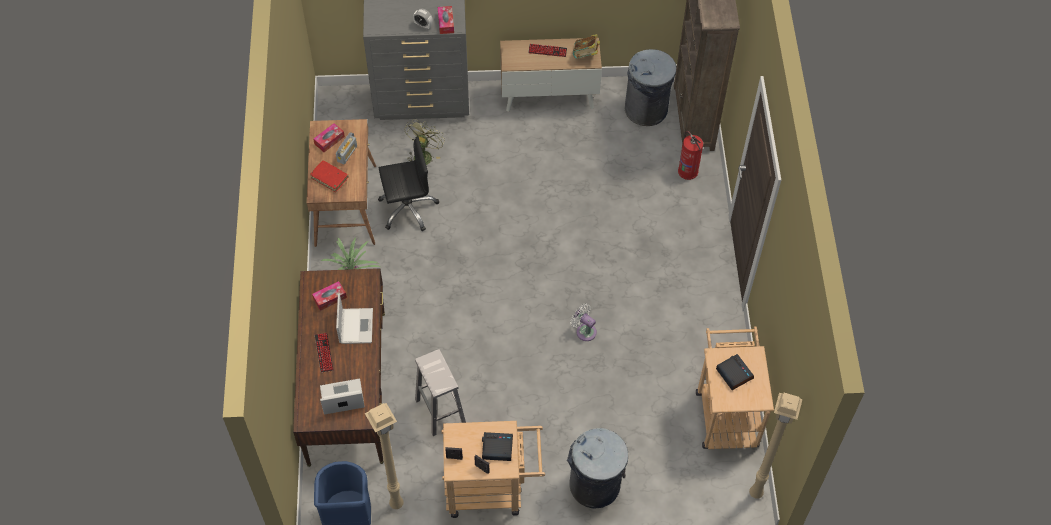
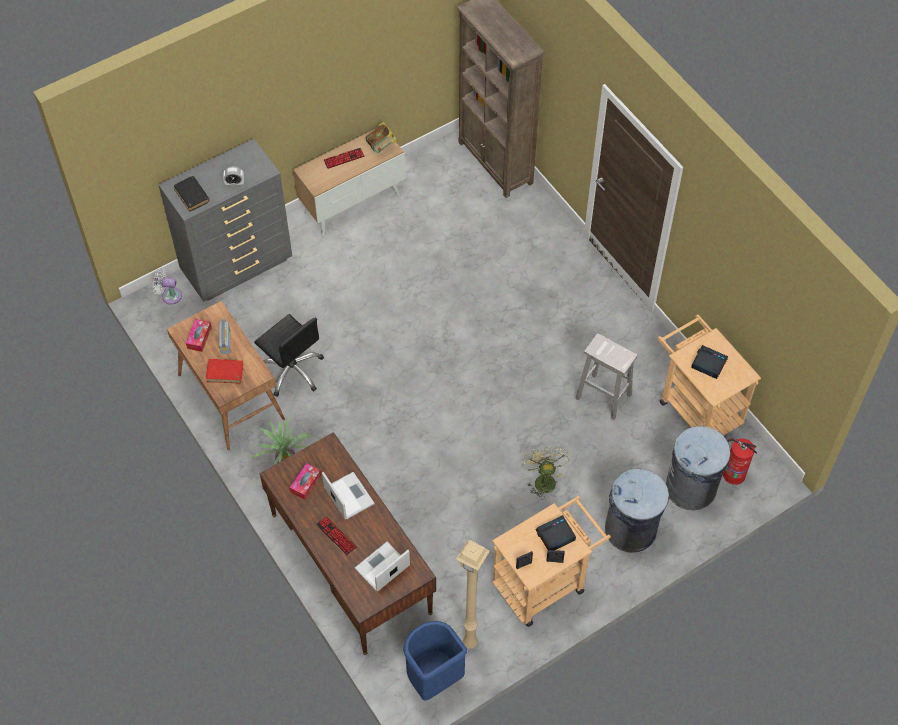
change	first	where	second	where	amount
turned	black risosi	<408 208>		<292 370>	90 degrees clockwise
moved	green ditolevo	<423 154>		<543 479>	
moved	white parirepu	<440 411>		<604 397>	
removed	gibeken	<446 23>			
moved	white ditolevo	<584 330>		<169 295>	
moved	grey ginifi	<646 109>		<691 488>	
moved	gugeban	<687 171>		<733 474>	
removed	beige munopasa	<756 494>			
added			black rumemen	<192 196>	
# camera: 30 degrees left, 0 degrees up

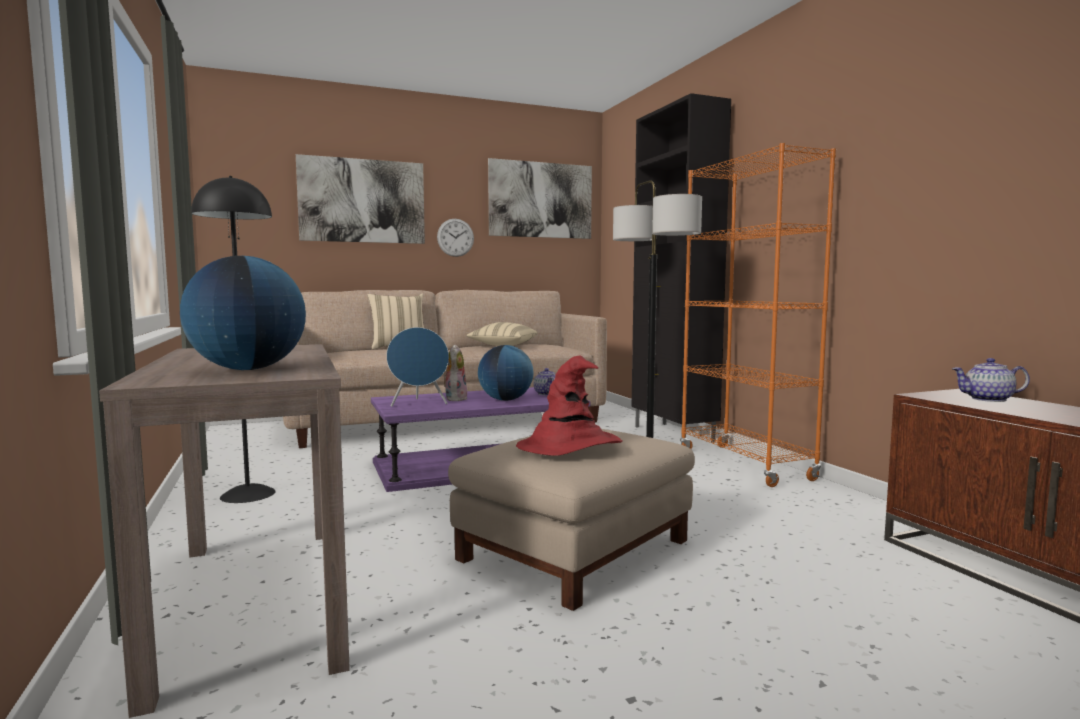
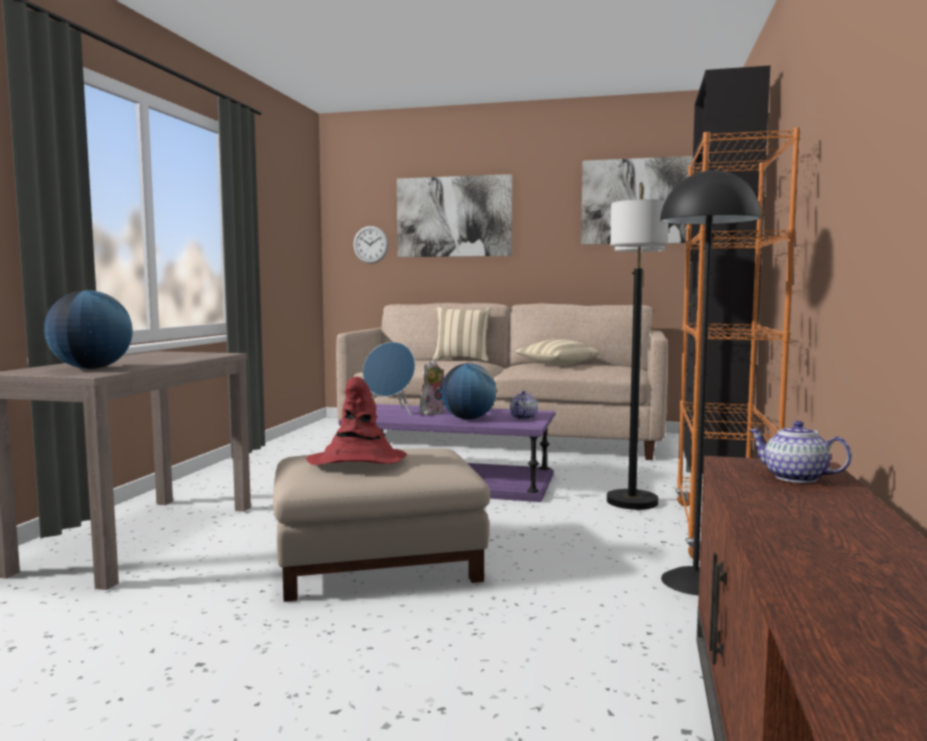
change	first	where	second	where	amount
moved	black munopasa	<247 494>		<694 581>	
moved	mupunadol	<455 237>		<370 244>	
# camera: 35 degrees right, 0 degrees up

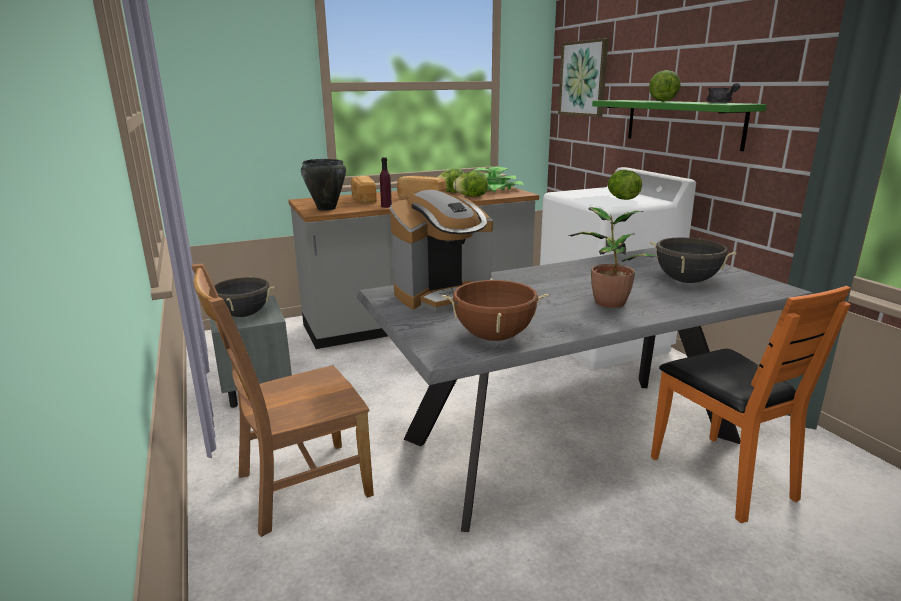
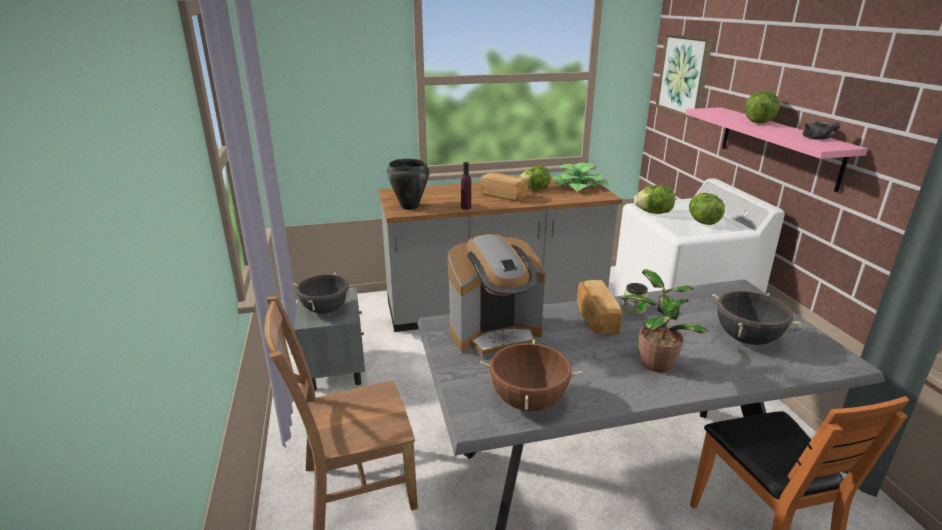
change	first	where	second	where	amount
moved	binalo	<363 199>		<595 319>	
moved	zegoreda	<471 196>		<653 213>	
recoloured	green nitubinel	<682 123>	pink nitubinel	<778 146>	
added			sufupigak	<634 309>	
# camera: 10 degrees right, 5 degrees up

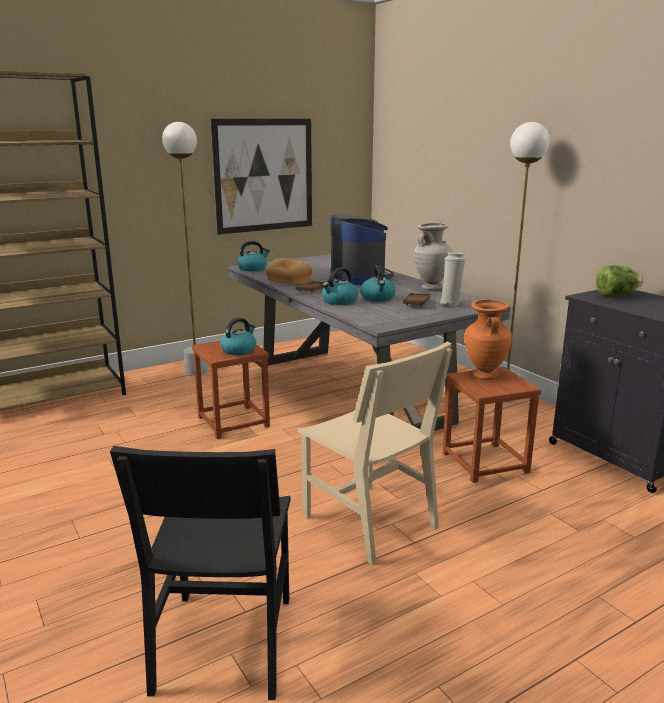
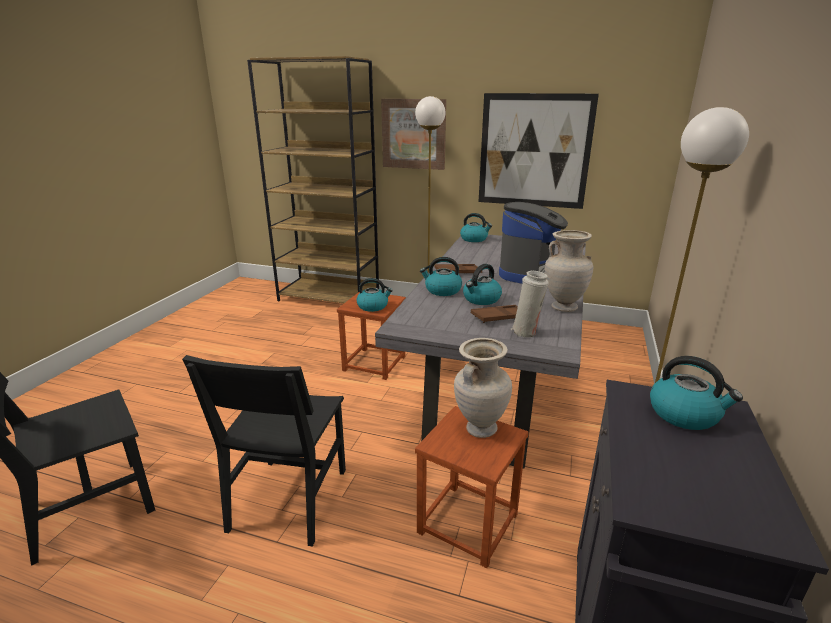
change	first	where	second	where	amount
removed	binalo	<288 281>			
recoloured	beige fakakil	<369 521>	black fakakil	<289 499>	
recoloured	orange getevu	<484 376>	beige getevu	<480 429>	
replaced	zegoreda	<616 295>	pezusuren	<685 414>	
added			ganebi	<414 134>	
# camera: 50 degrees right, 5 degrees up

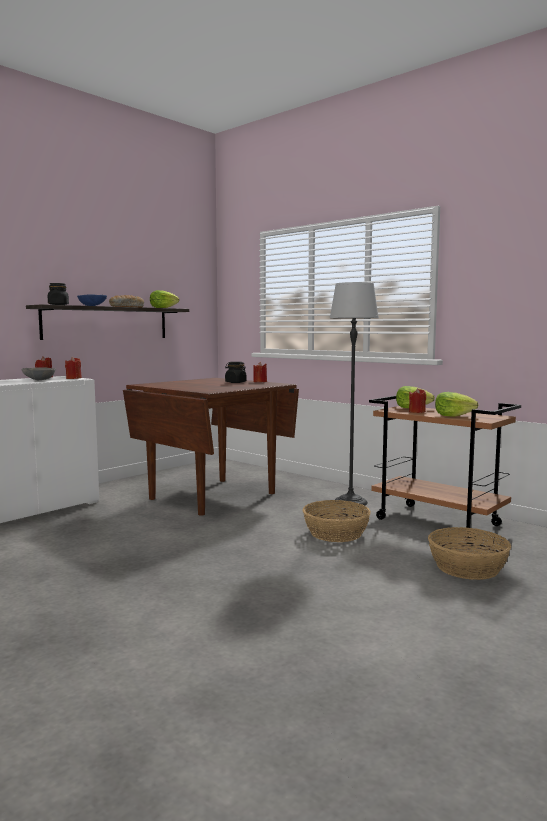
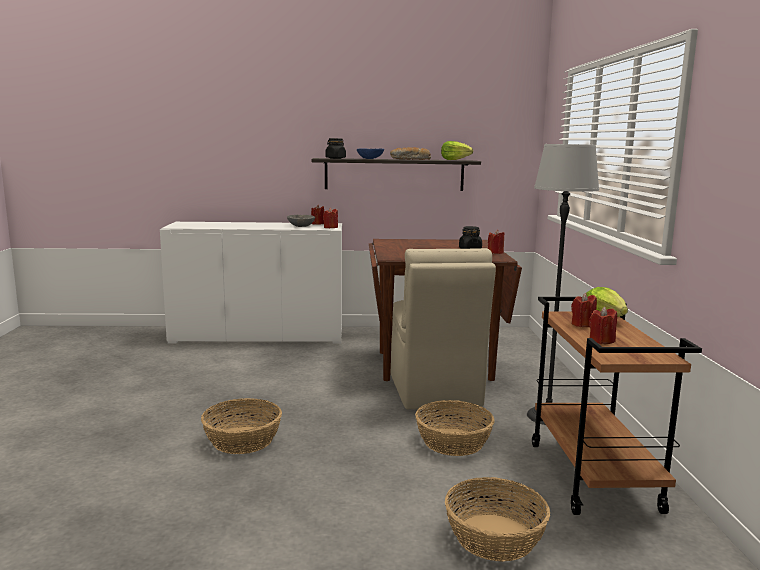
change	first	where	second	where	amount
replaced	zegoreda	<453 416>	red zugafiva	<601 341>	
added			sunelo	<243 440>	
added			beige fakakil	<434 390>	
# camera: 45 degrees right, 5 degrees up

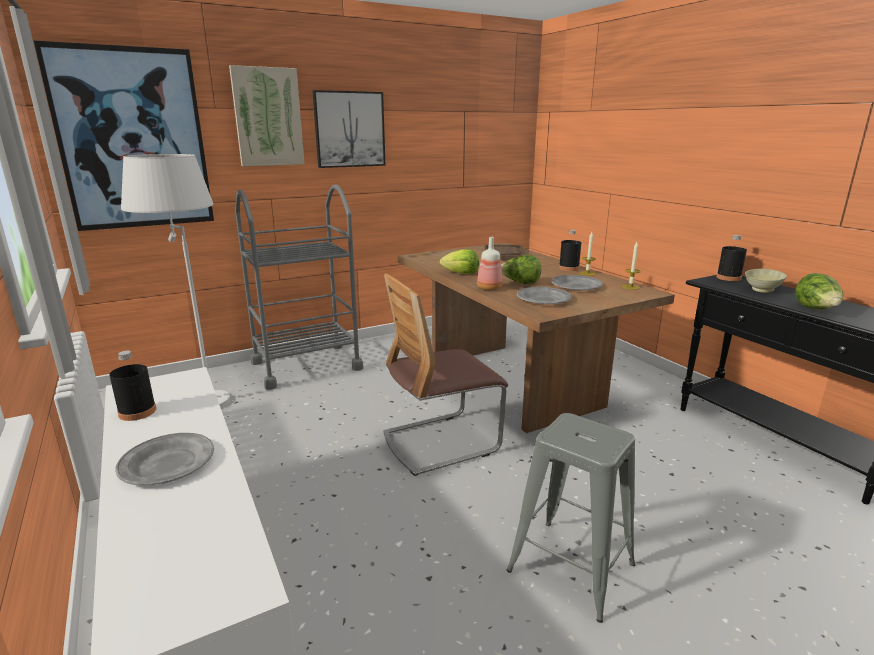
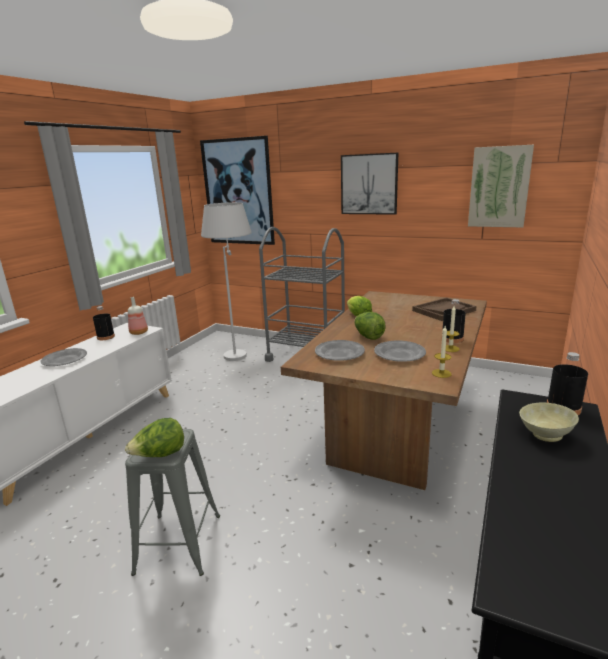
change	first	where	second	where	amount
moved	ganebi	<268 117>		<499 187>	
removed	fakakil	<440 442>			
moved	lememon	<488 288>		<138 332>	
moved	zegoreda	<816 310>		<160 455>	
# camera: 55 degrees right, 0 degrees up

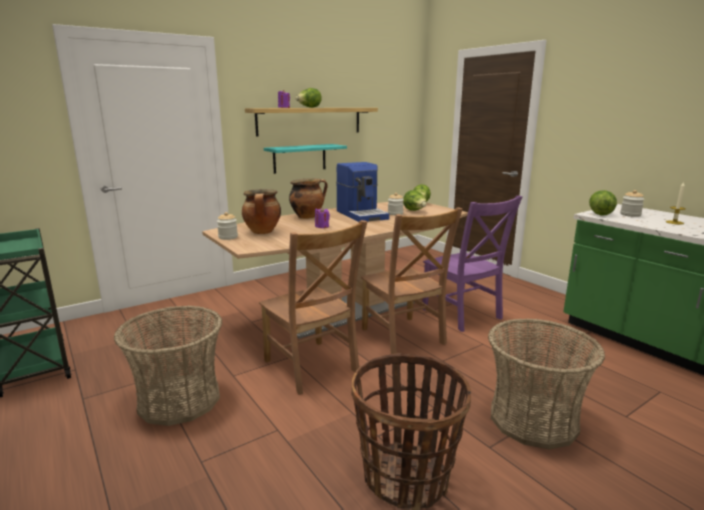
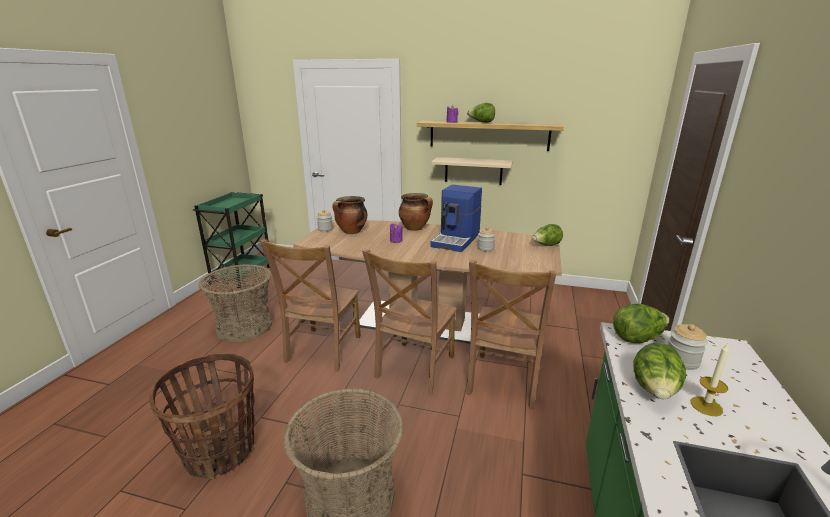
change	first	where	second	where	amount
recoloured	turquoise nitubinel	<299 158>	beige nitubinel	<473 171>	
moved	zegoreda	<415 211>		<654 391>	
recoloured	purple fakakil	<463 315>	brown fakakil	<503 382>	
# camera: 50 degrees right, 5 degrees up

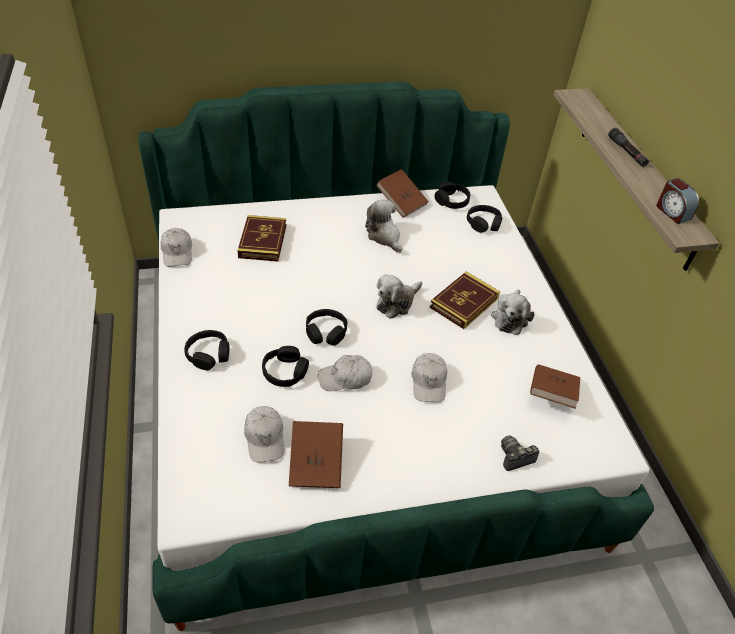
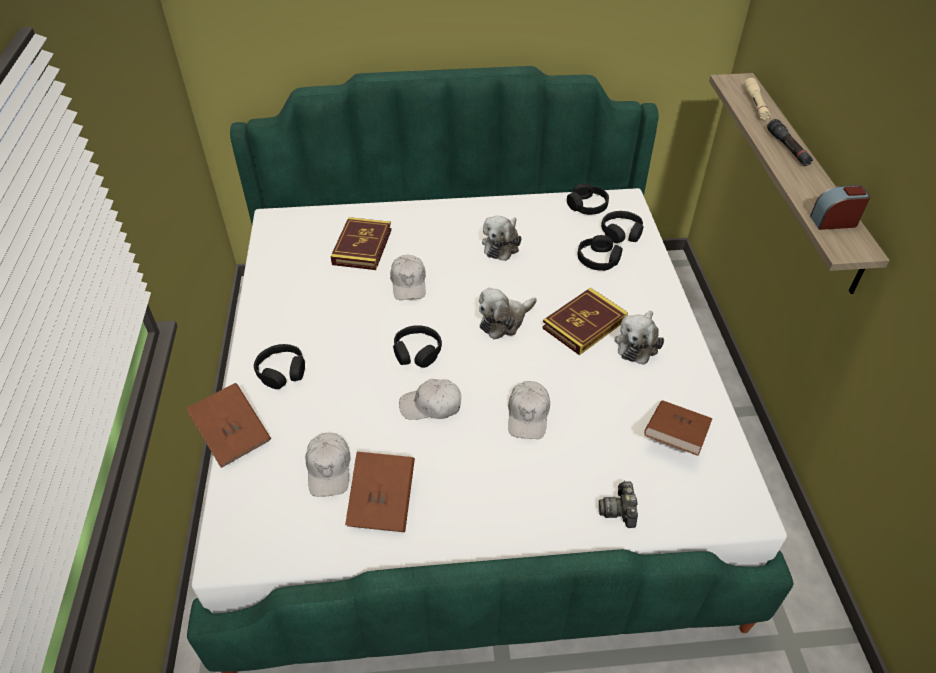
change	first	where	second	where	amount
moved	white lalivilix	<177 252>		<409 283>	
moved	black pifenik	<285 371>		<598 259>	
turned	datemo	<384 236>		<502 245>	135 degrees counterclockwise
moved	brown rumemen	<401 202>		<233 435>	
turned	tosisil	<515 457>		<619 510>	75 degrees counterclockwise
turned	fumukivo	<672 212>		<834 221>	105 degrees clockwise
added			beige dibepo	<755 104>	
# camera: 10 degrees right, 0 degrees up

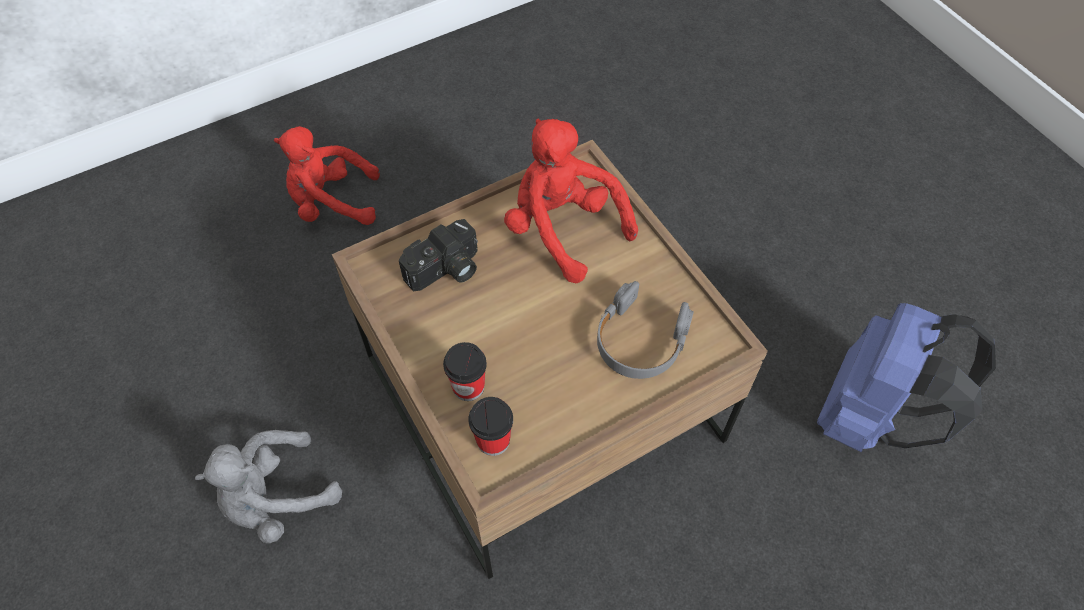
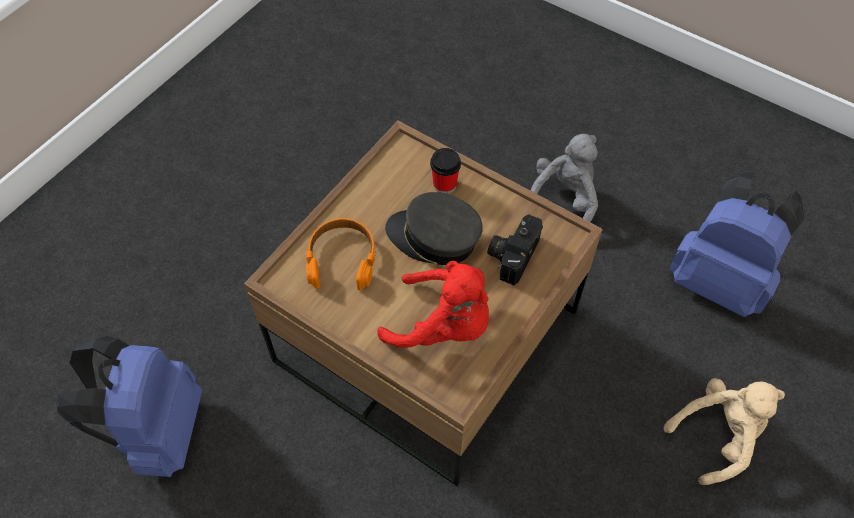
change	first	where	second	where	amount
recoloured	red datemo	<331 202>	beige datemo	<718 436>	
removed	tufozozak	<493 440>			
recoloured	grey pifenik	<640 340>	orange pifenik	<342 259>	
added			grey lalivilix	<434 238>	
added			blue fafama	<718 281>	
# camera: 155 degrees right, 0 degrees up

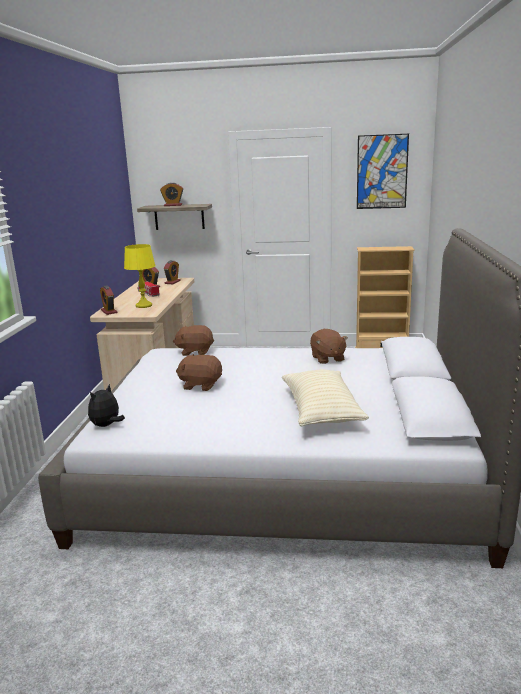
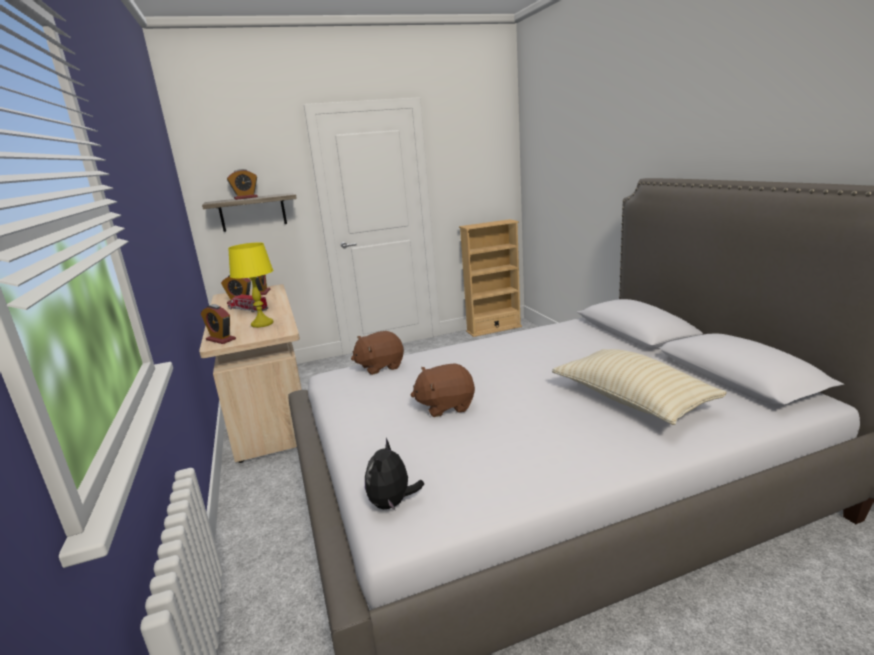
change	first	where	second	where	amount
removed	brown datemo	<327 358>			
removed	ganebi	<382 172>			
# camera: 25 degrees left, 0 degrees up

